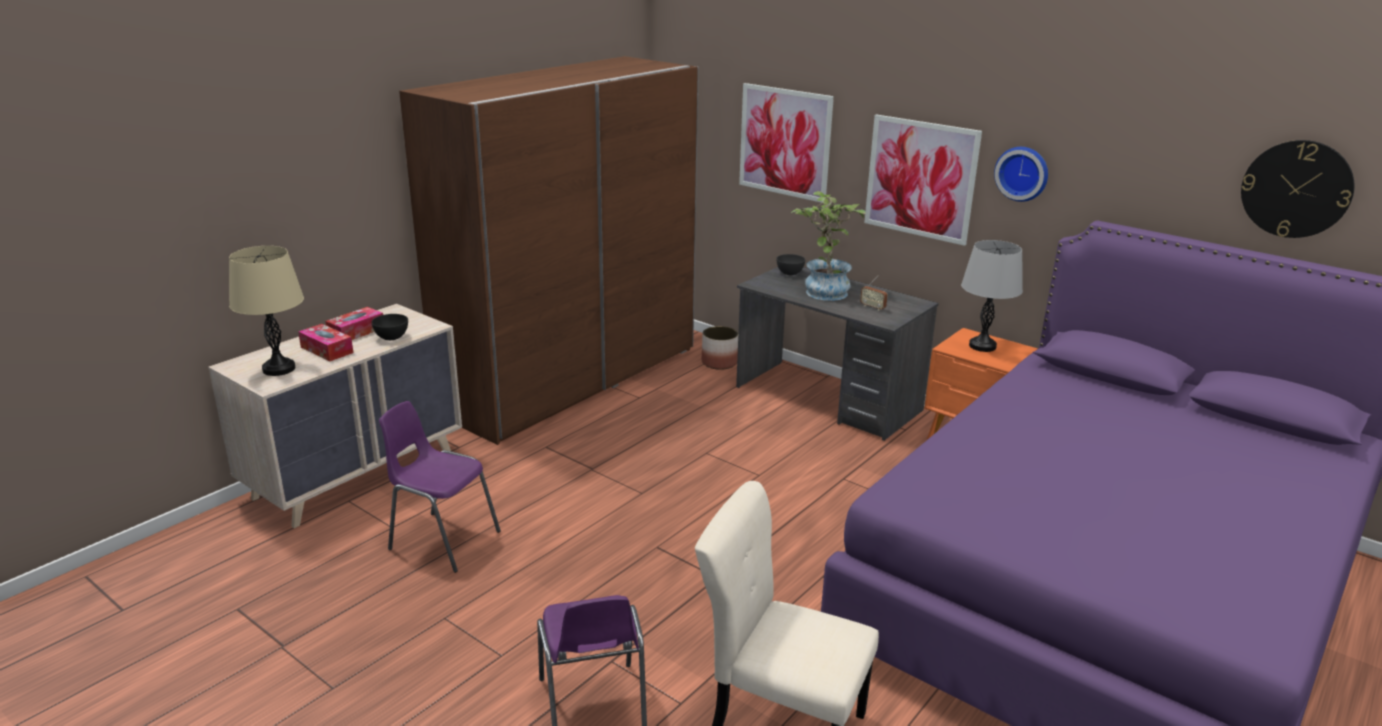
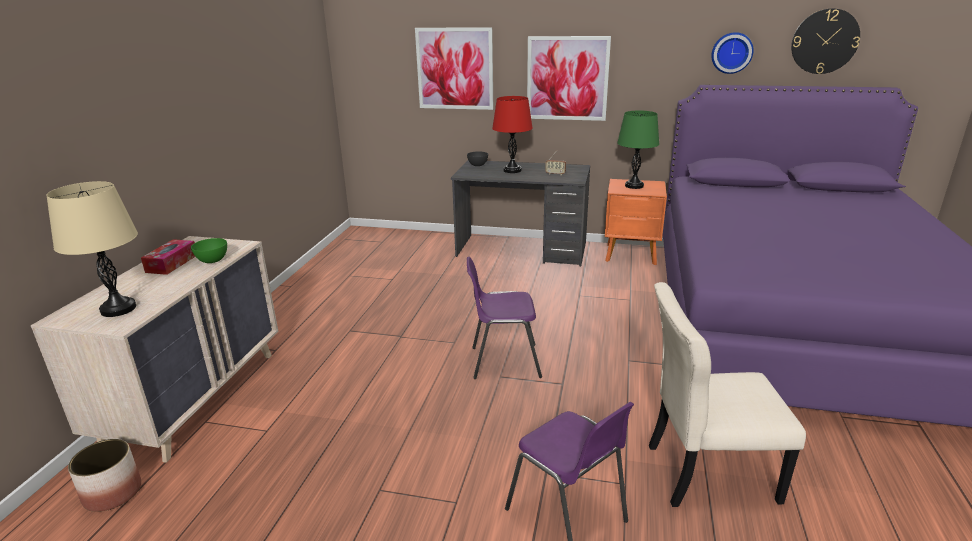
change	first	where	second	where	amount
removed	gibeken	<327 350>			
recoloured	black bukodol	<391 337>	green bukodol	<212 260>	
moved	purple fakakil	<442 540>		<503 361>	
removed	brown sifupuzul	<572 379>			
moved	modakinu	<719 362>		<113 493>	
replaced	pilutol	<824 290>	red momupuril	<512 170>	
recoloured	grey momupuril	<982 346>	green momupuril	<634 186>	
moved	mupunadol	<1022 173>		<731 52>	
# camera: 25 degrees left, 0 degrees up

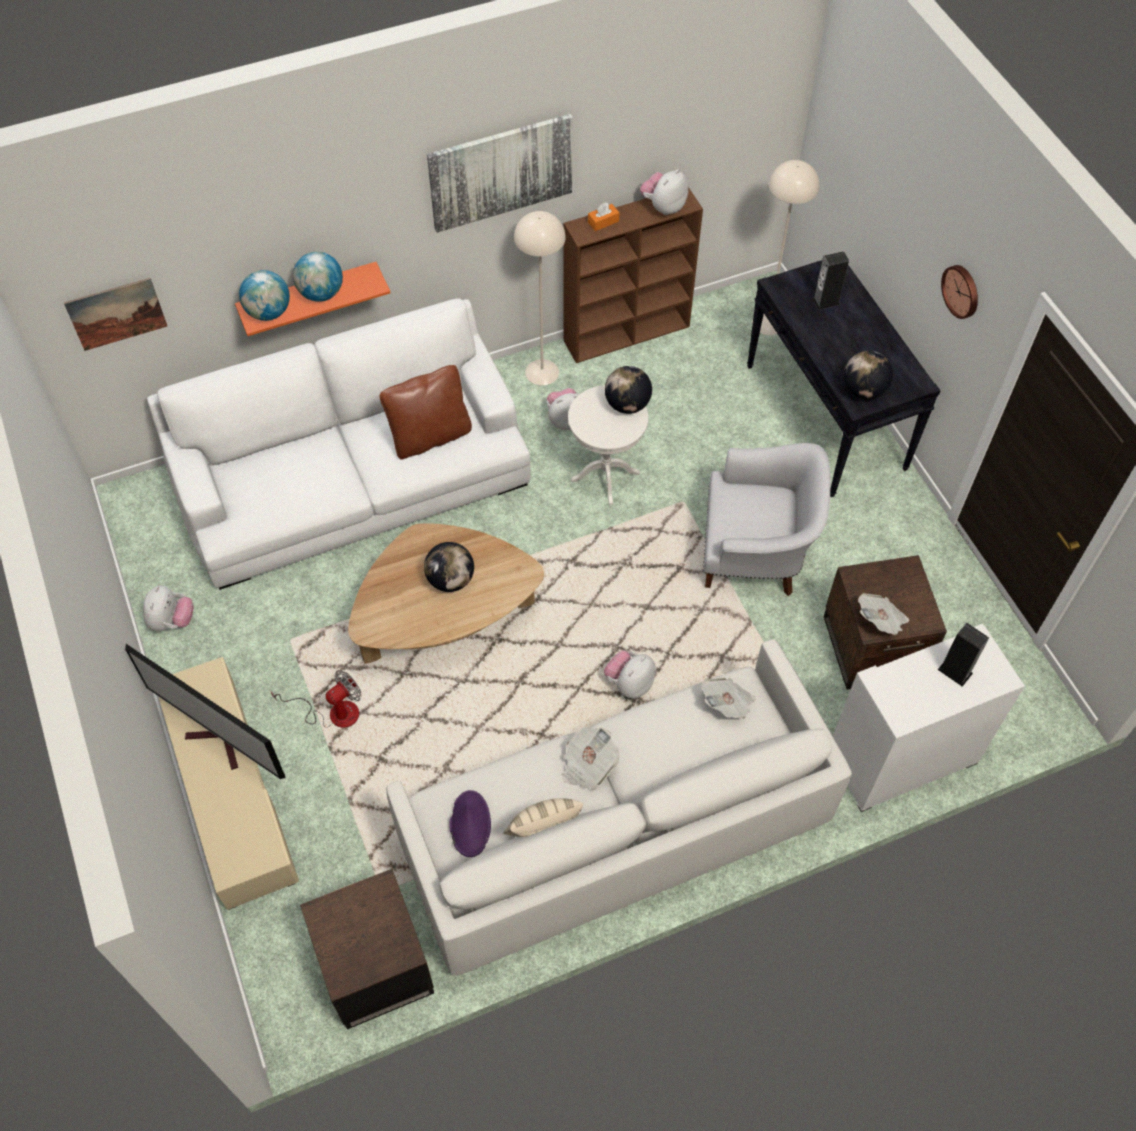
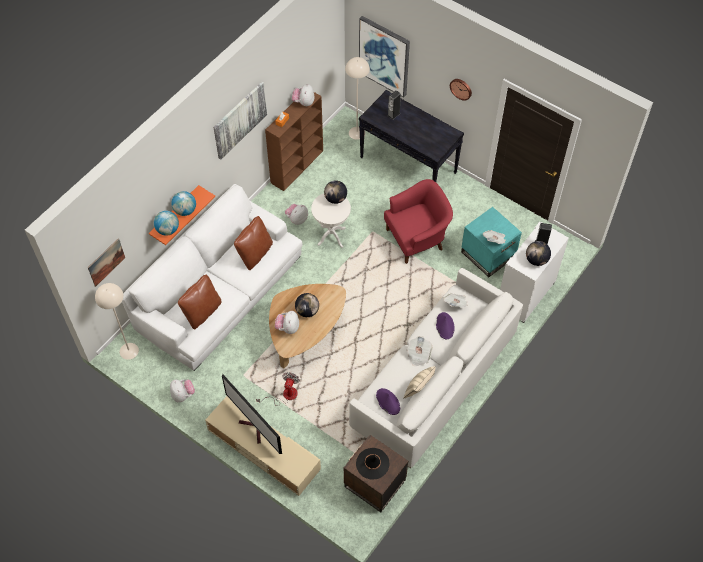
change	first	where	second	where	amount
turned	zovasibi	<220 743>		<254 429>	45 degrees clockwise
moved	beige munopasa	<541 372>		<128 351>	
moved	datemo	<629 683>		<288 328>	
recoloured	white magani	<755 554>	red magani	<417 239>	
recoloured	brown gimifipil	<874 646>	turquoise gimifipil	<488 254>	
moved	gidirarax	<863 390>		<536 260>	
added			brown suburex	<202 312>	
added			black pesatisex	<372 463>	
added			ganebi	<384 56>	
added			purple pesatisex	<445 326>	
# camera: 30 degrees left, 0 degrees up

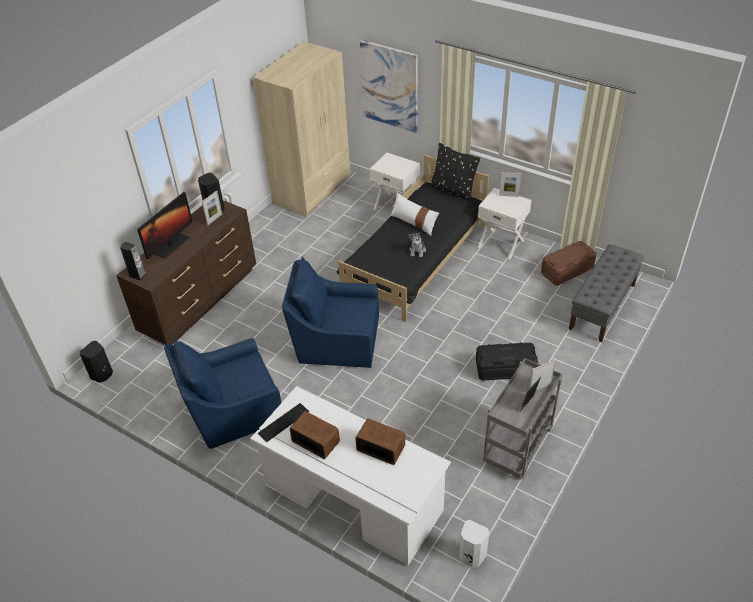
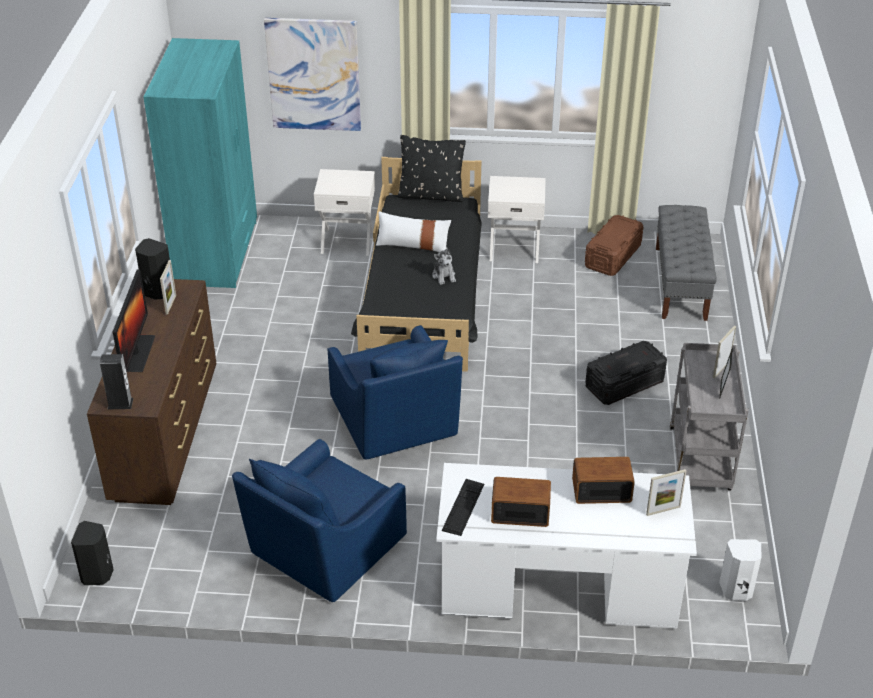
change	first	where	second	where	amount
recoloured	beige sifupuzul	<312 190>	turquoise sifupuzul	<217 252>	
turned	blue magani	<335 340>		<395 421>	90 degrees counterclockwise
moved	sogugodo	<508 195>		<663 510>	
# camera: 30 degrees left, 5 degrees down

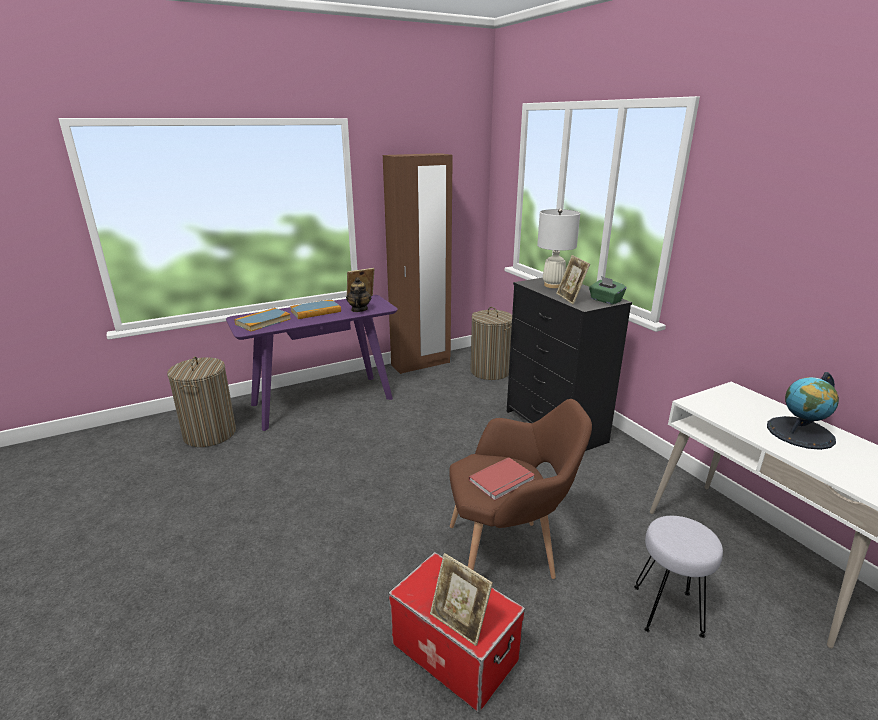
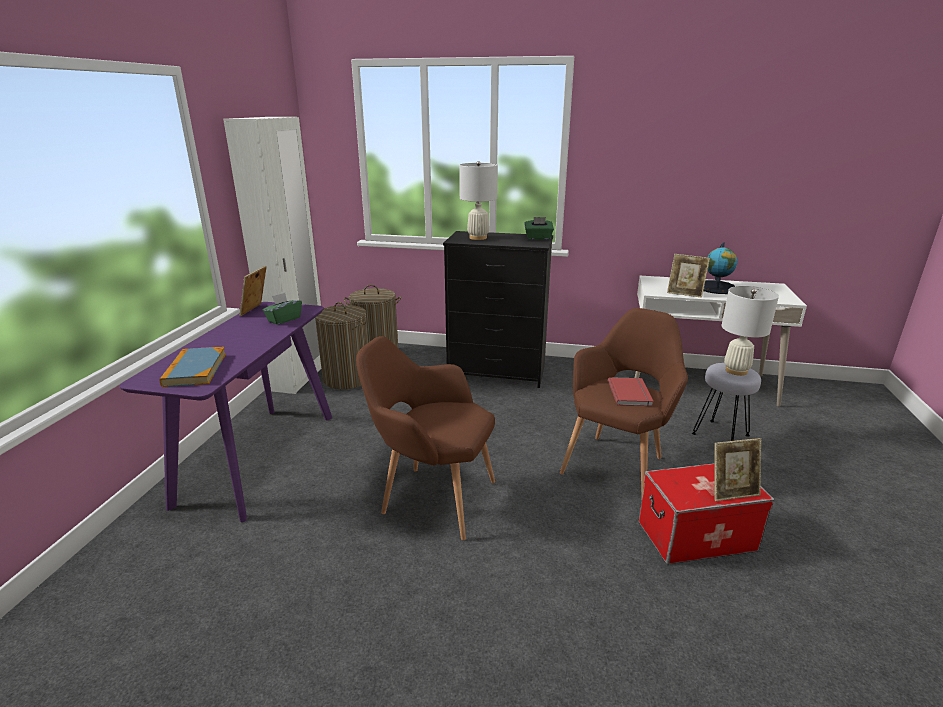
change	first	where	second	where	amount
moved	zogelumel	<210 433>		<347 378>	
removed	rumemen	<316 311>			
replaced	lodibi	<359 310>	green gibeken	<284 319>	
recoloured	brown sifupuzul	<421 364>	white sifupuzul	<300 377>	
moved	sogugodo	<570 298>		<685 293>	
added			brown magani	<431 497>	
added			white momupuril	<736 370>	
# camera: 50 degrees left, 0 degrees up

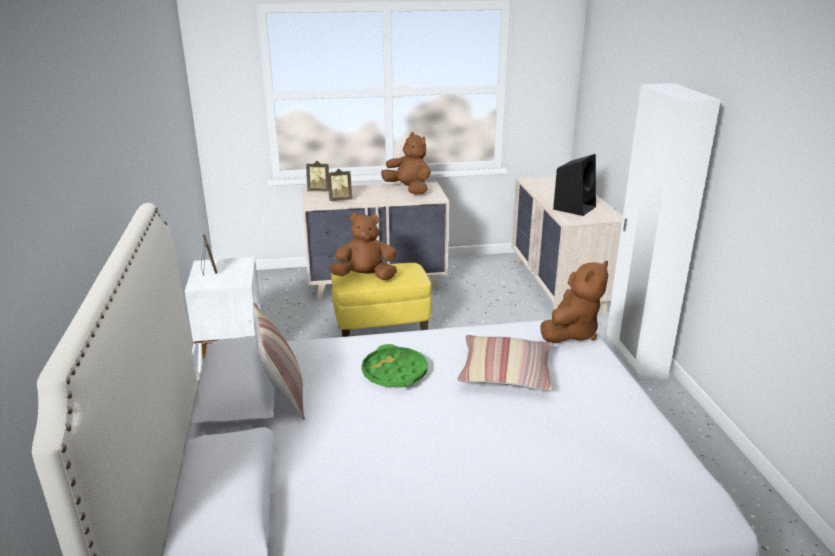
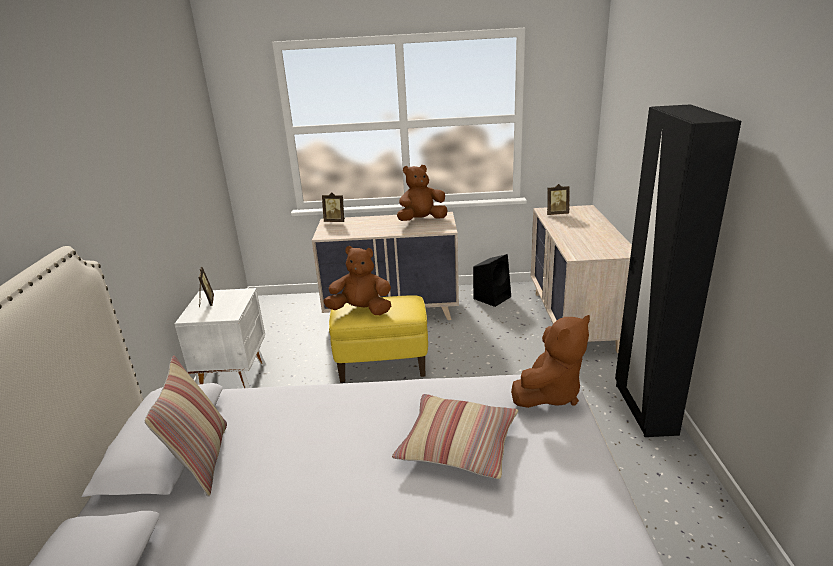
change	first	where	second	where	amount
moved	sogugodo	<340 199>		<556 213>	
removed	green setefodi	<394 372>			
turned	brown datemo	<409 189>		<421 220>	75 degrees counterclockwise
moved	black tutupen	<574 207>		<492 297>	
recoloured	white sifupuzul	<634 359>	black sifupuzul	<644 409>	
# camera: 10 degrees right, 0 degrees up

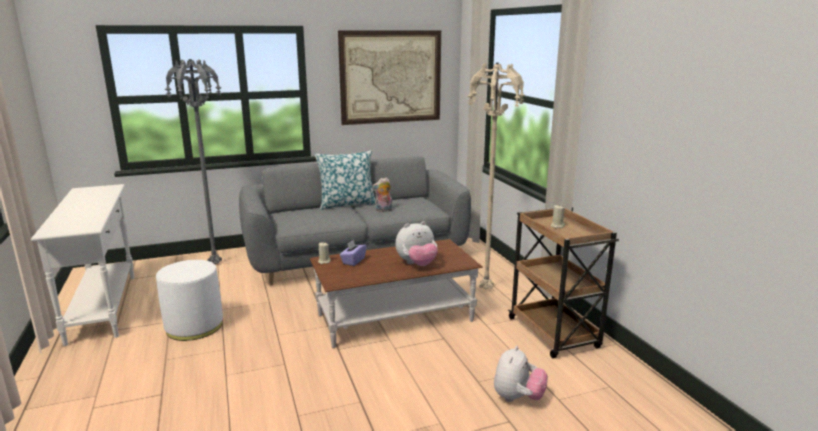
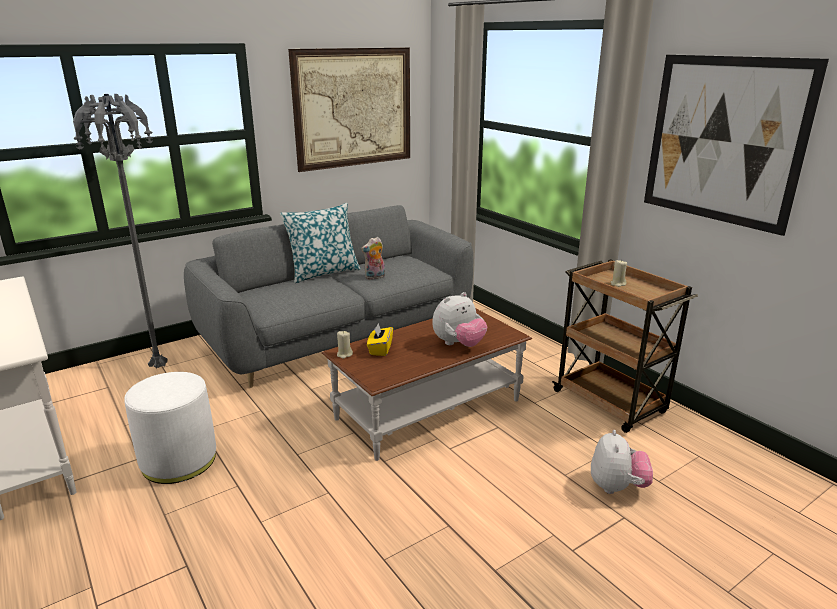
change	first	where	second	where	amount
recoloured	purple gibeken	<353 261>	yellow gibeken	<380 349>	
removed	beige munopasa	<486 290>			
added			ganebi	<723 140>	
# camera: 15 degrees left, 5 degrees up

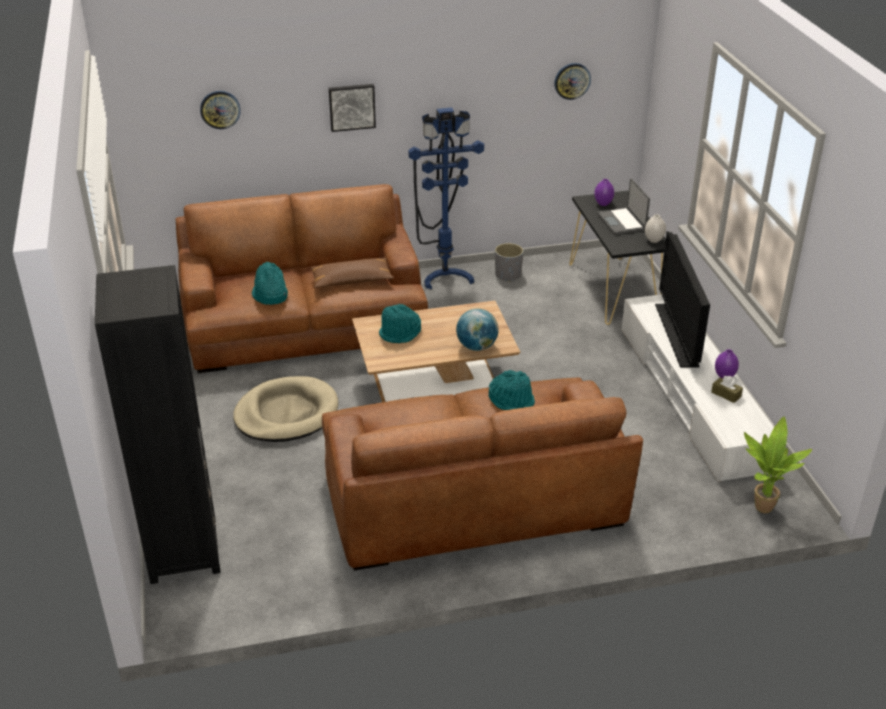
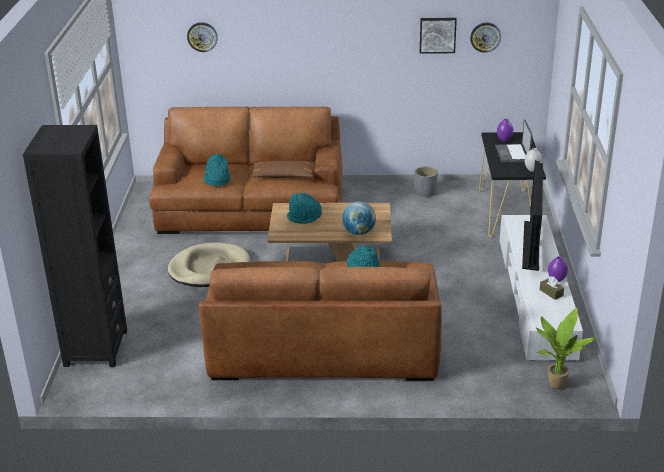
change	first	where	second	where	amount
moved	ganebi	<352 106>		<437 35>	
removed	blue munopasa	<445 275>			
# camera: 15 degrees right, 5 degrees down

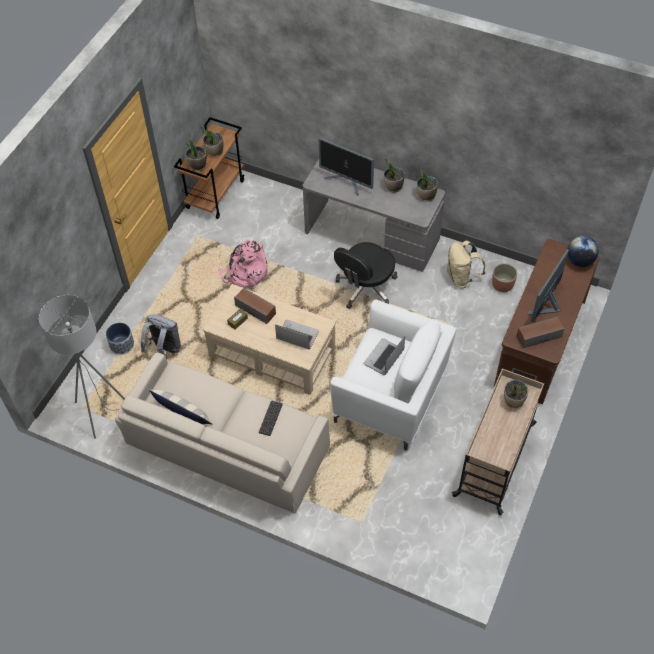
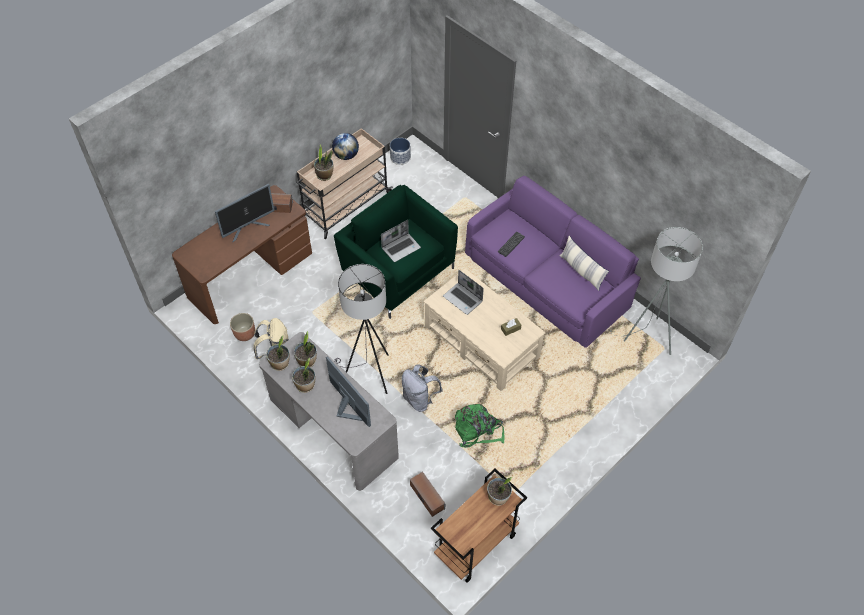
change	first	where	second	where	amount
moved	modakinu	<122 344>		<400 158>	
recoloured	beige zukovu	<225 445>	purple zukovu	<548 278>	
moved	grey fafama	<164 350>		<419 399>	
moved	pilutol	<214 152>		<307 361>	
recoloured	pink fafama	<245 273>	green fafama	<477 430>	
moved	tutupen	<255 309>		<427 497>	
recoloured	white magani	<391 397>	green magani	<398 272>	
replaced	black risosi	<365 288>	grey munopasa	<369 374>	
moved	gidirarax	<579 261>		<346 155>	
# camera: 160 degrees left, 0 degrees up

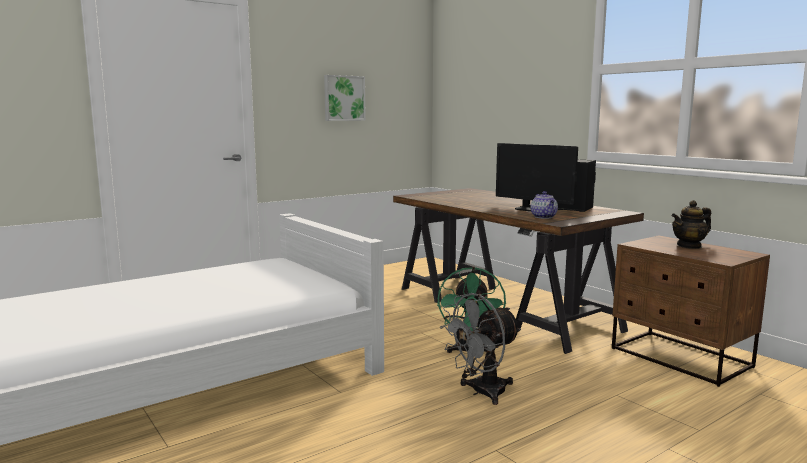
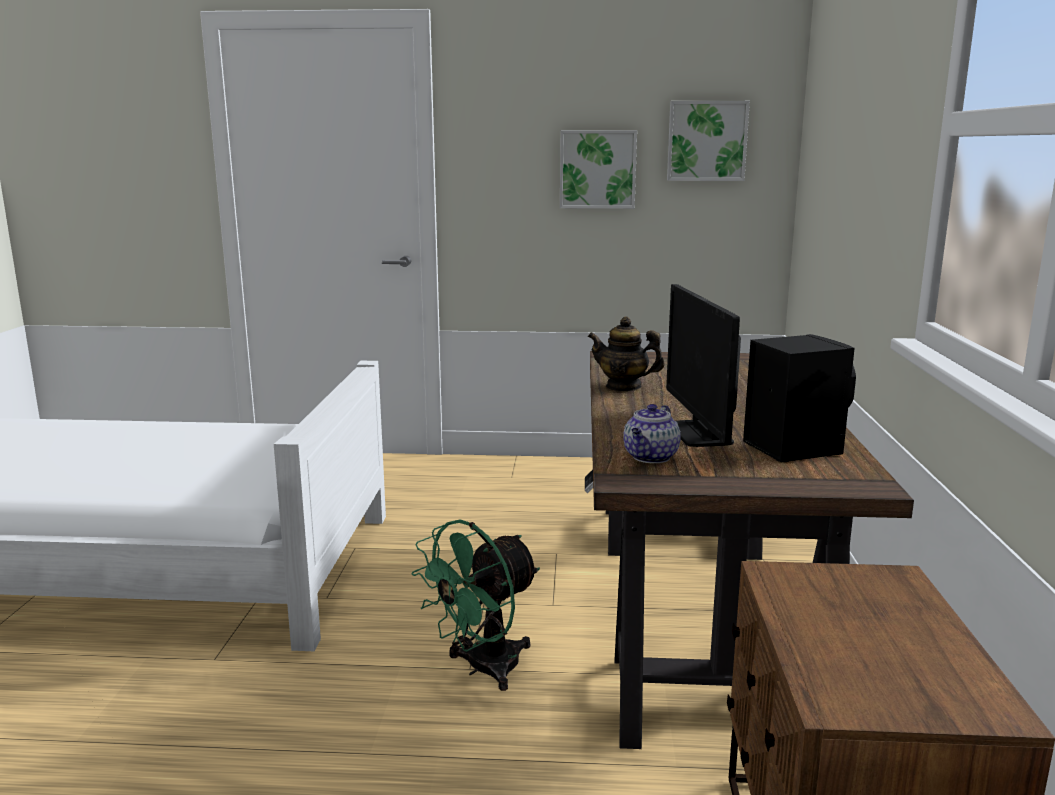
change	first	where	second	where	amount
removed	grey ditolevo	<481 392>			
moved	lodibi	<689 246>		<624 387>	
added			ganebi	<706 141>	
# camera: 40 degrees right, 5 degrees up

